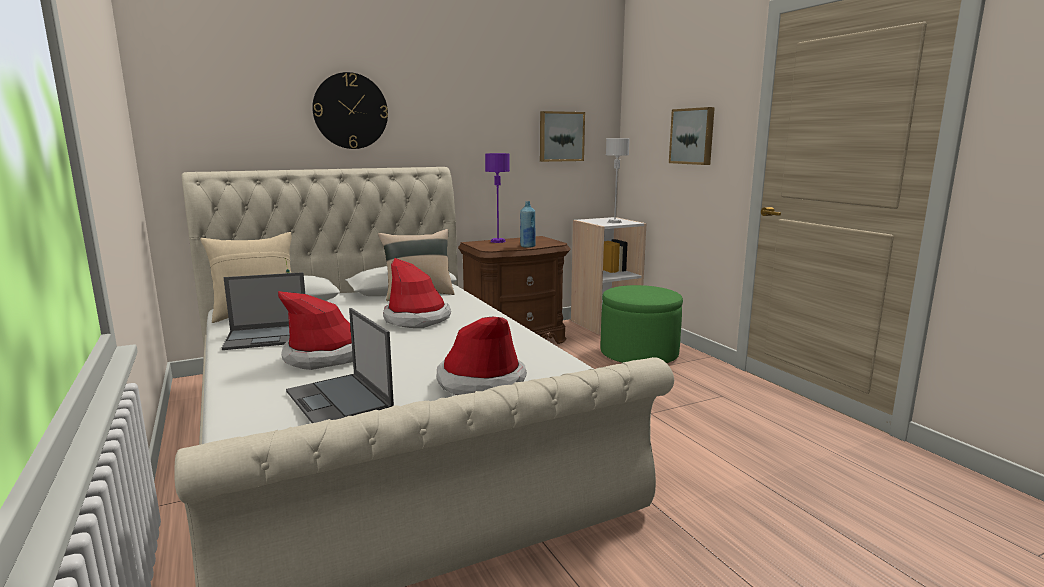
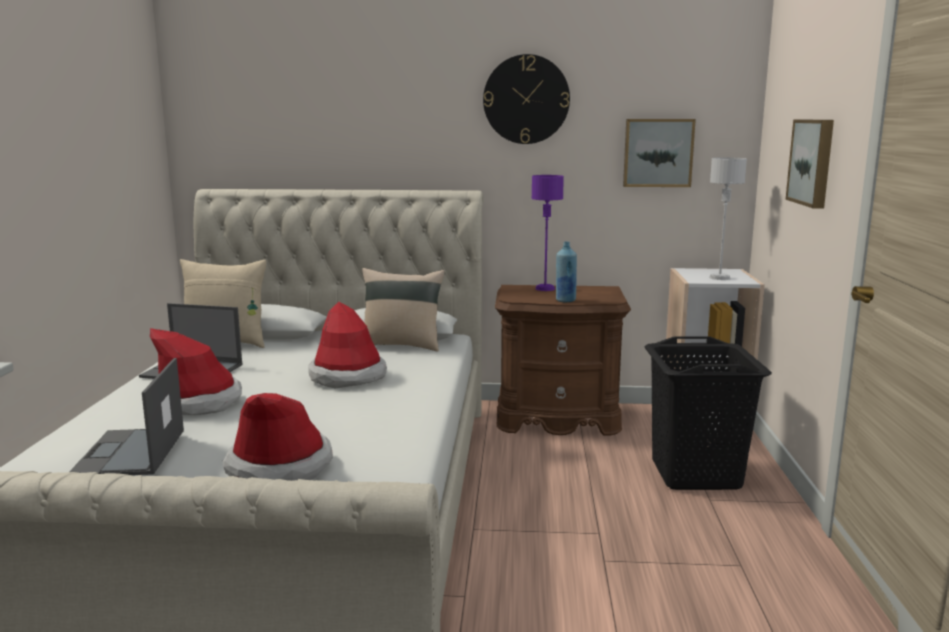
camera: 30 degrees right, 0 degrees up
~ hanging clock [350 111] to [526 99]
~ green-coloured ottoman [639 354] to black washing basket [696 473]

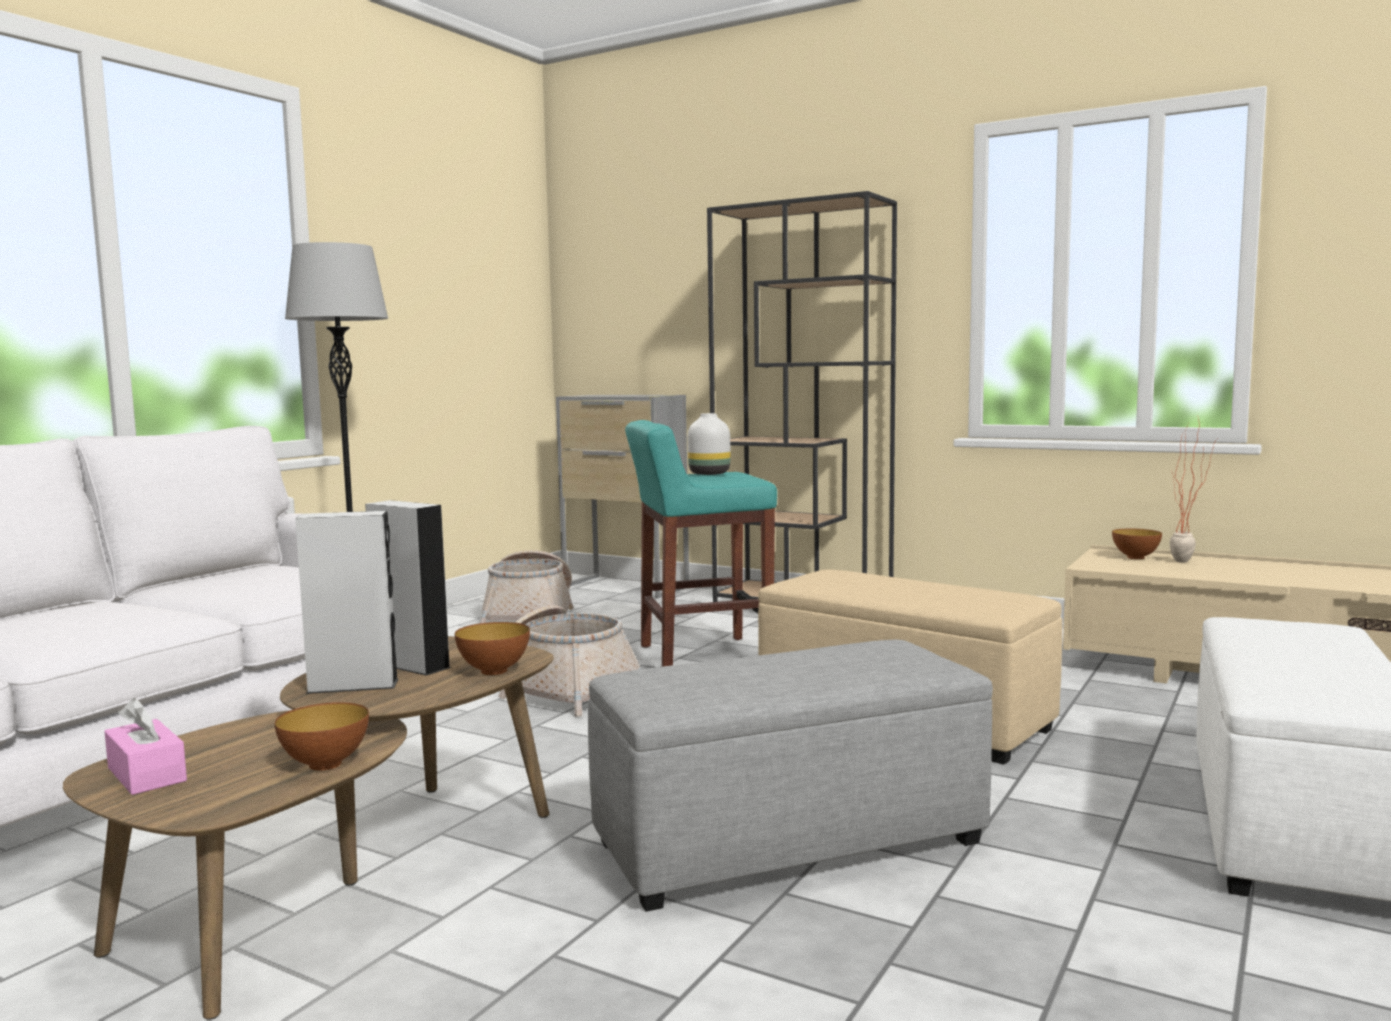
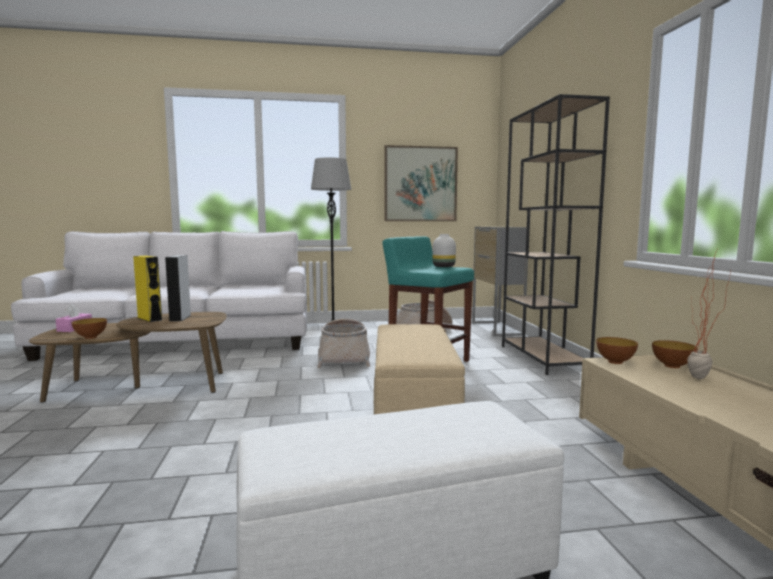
camera: 50 degrees right, 0 degrees up
~ greyish loudspeaker [353 685] to yellow-coloured loudspeaker [149 319]
~ bowl [494 671] to [615 362]
- greyish ottoman [791 842]
+ wall picture [420 184]

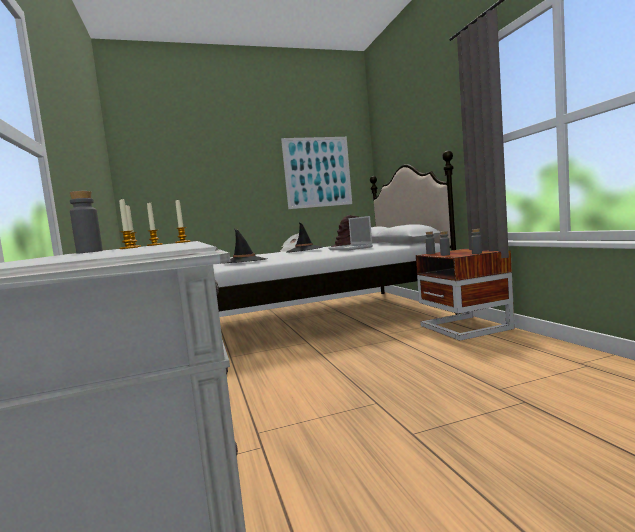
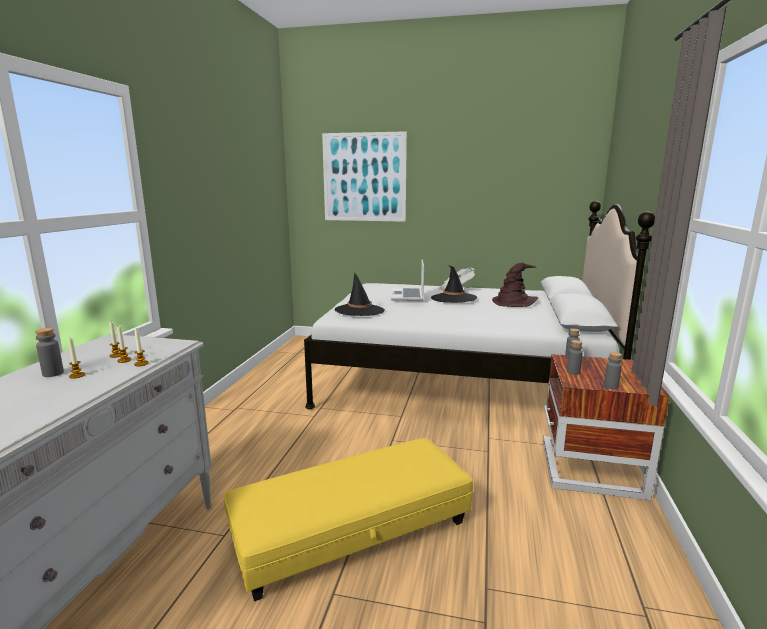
camera: 30 degrees right, 10 degrees up
~ wall picture [317 172] to [364 177]
~ laptop [351 248] to [408 296]
+ yellow-coloured ottoman [352 531]

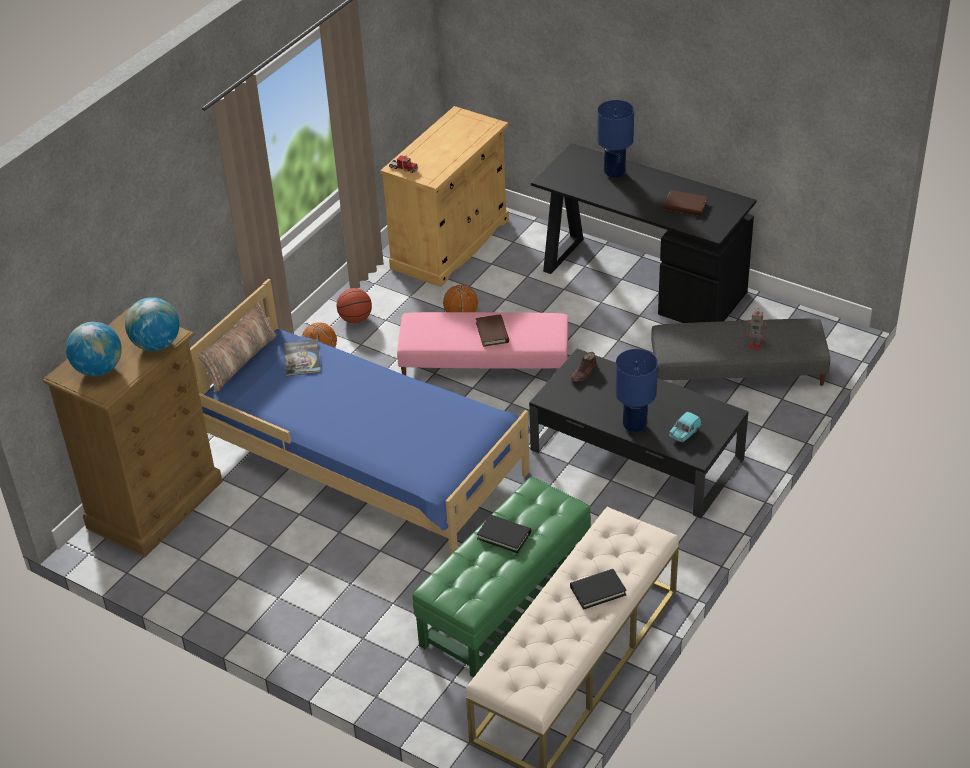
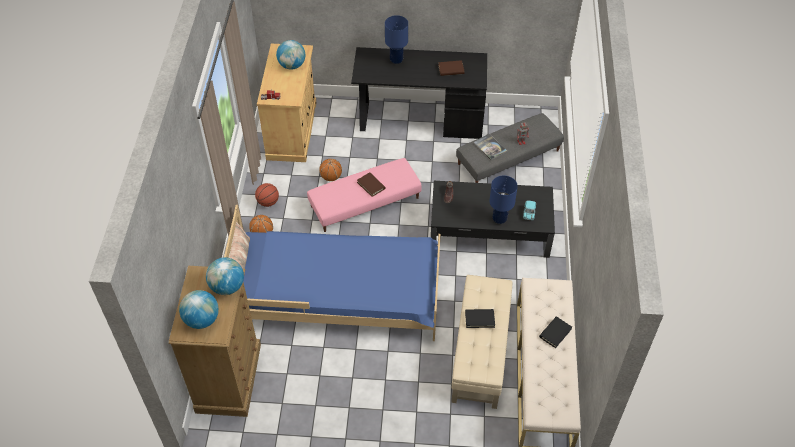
camera: 30 degrees left, 10 degrees up
~ book [302 358] to [490 147]
~ green-coloured ottoman [506 602] to beige-coloured ottoman [480 353]
+ desk globe [292 65]

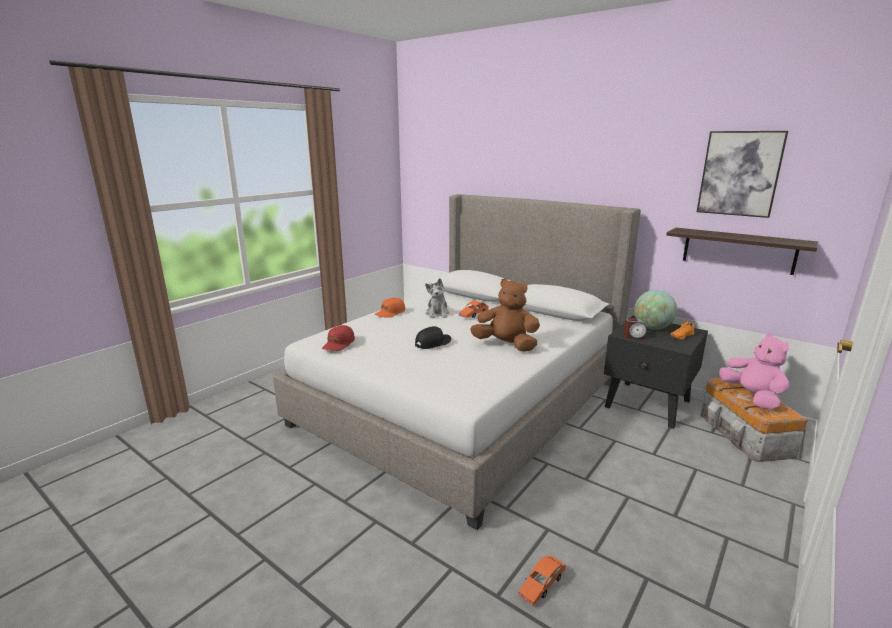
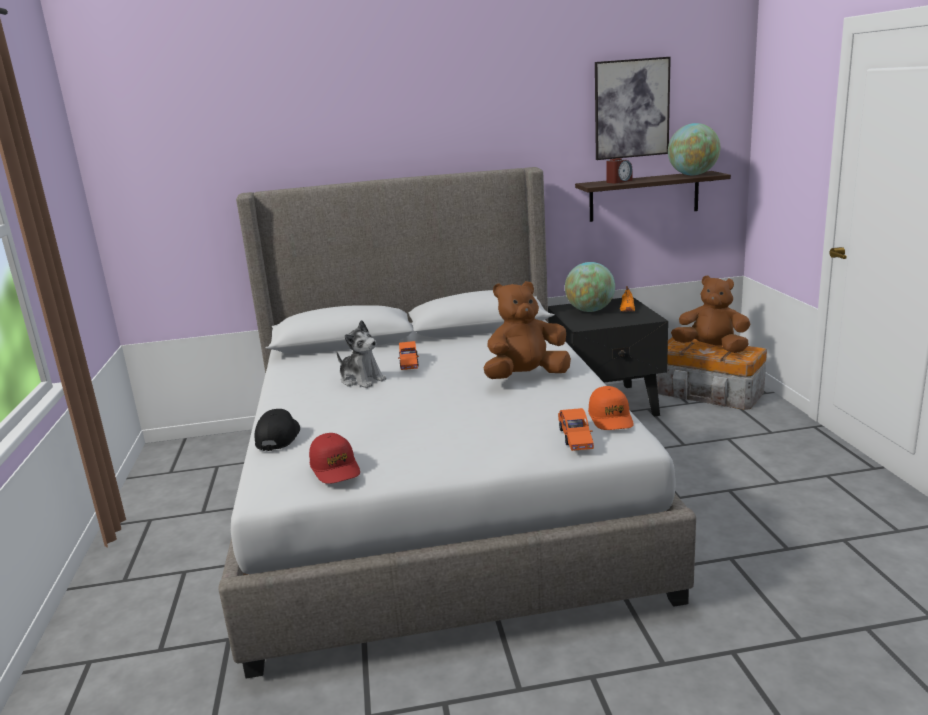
camera: 45 degrees left, 0 degrees up
~ orangey baseball cap [390 313] to [611 418]
~ alarm clock [634 336] to [619 181]
~ black baseball cap [433 343] to [278 437]
~ pink plush toy [752 397] to brownish plush toy [711 348]
~ orangey toy car [542 585] to [575 438]
+ desk globe [692 175]

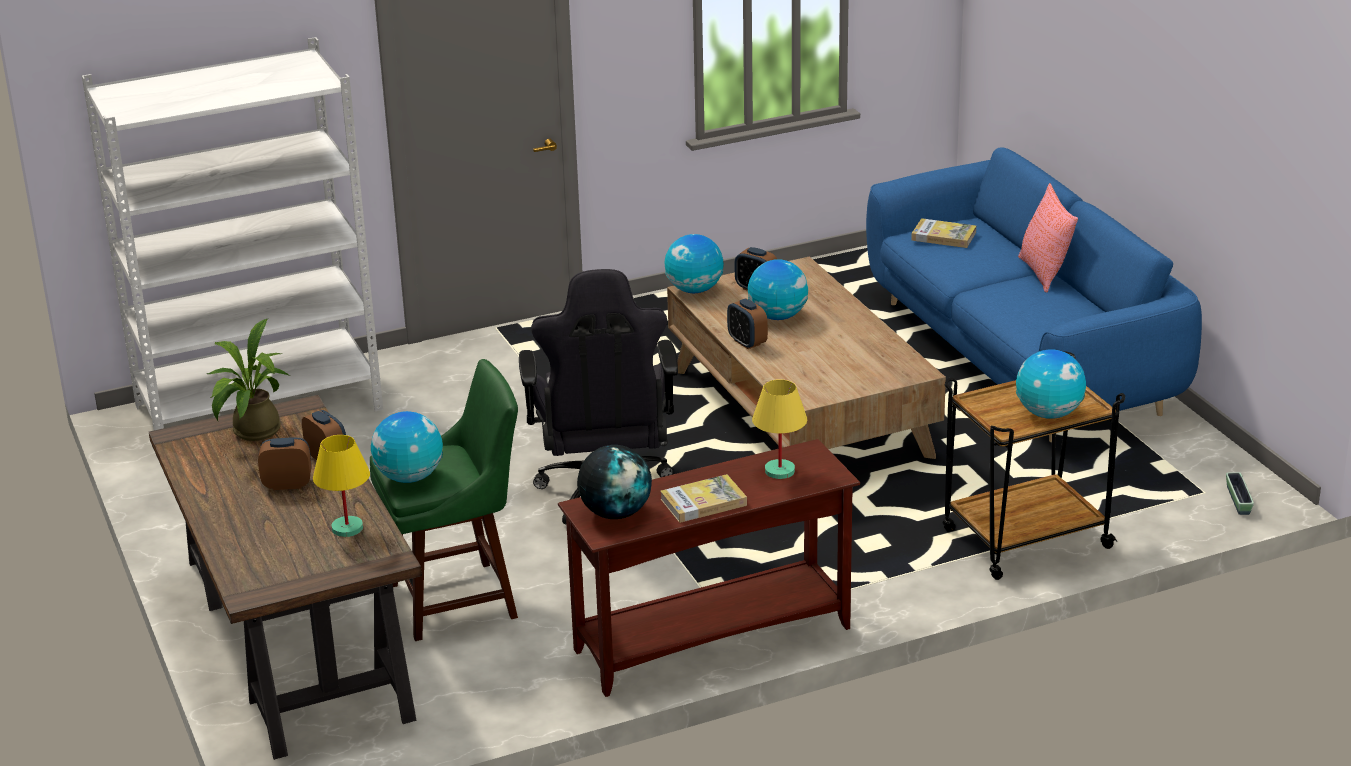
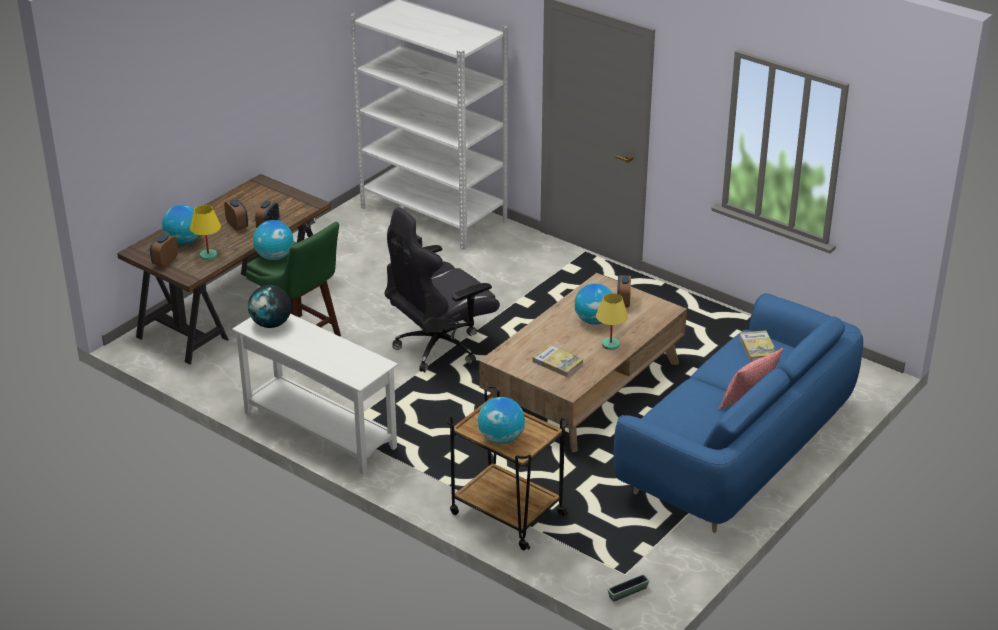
camera: 60 degrees right, 5 degrees up
~ desk globe [694 290] to [184 241]
~ alarm clock [747 342] to [165 262]
- plant in a pot [252 433]
~ yellow-coloured lamp for a table [779 471] to [610 345]
~ brownish console table [711 640] to white console table [319 430]
~ book [703 502] to [557 362]

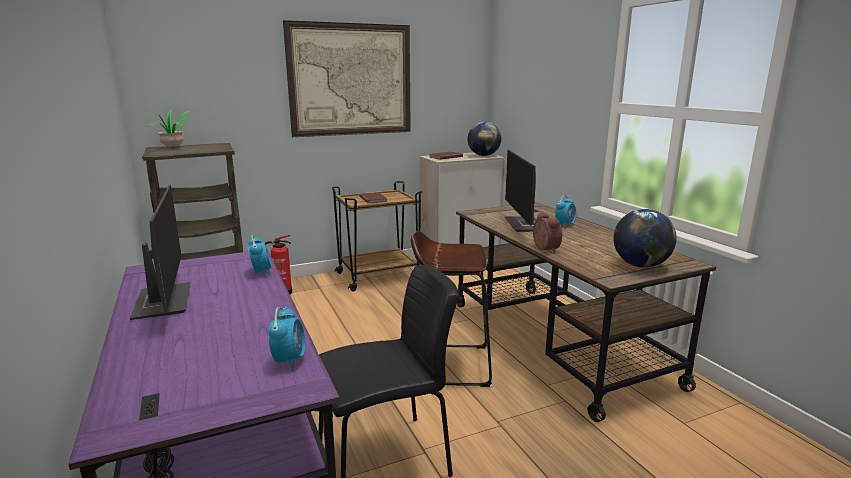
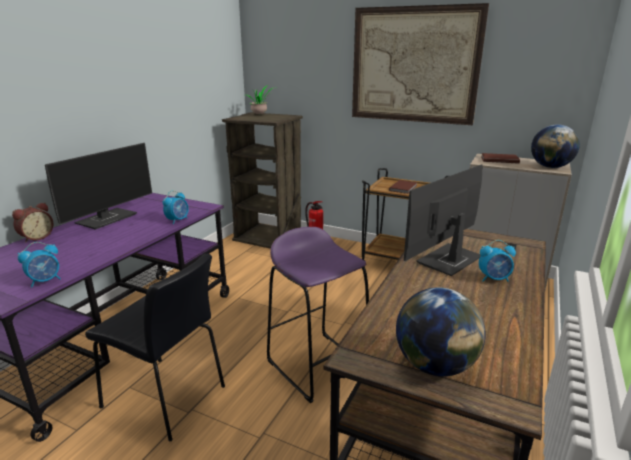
camera: 50 degrees right, 5 degrees up
~ alarm clock [544 249] to [36 237]
~ brownish stool seat [450 364] to purple stool seat [318 364]

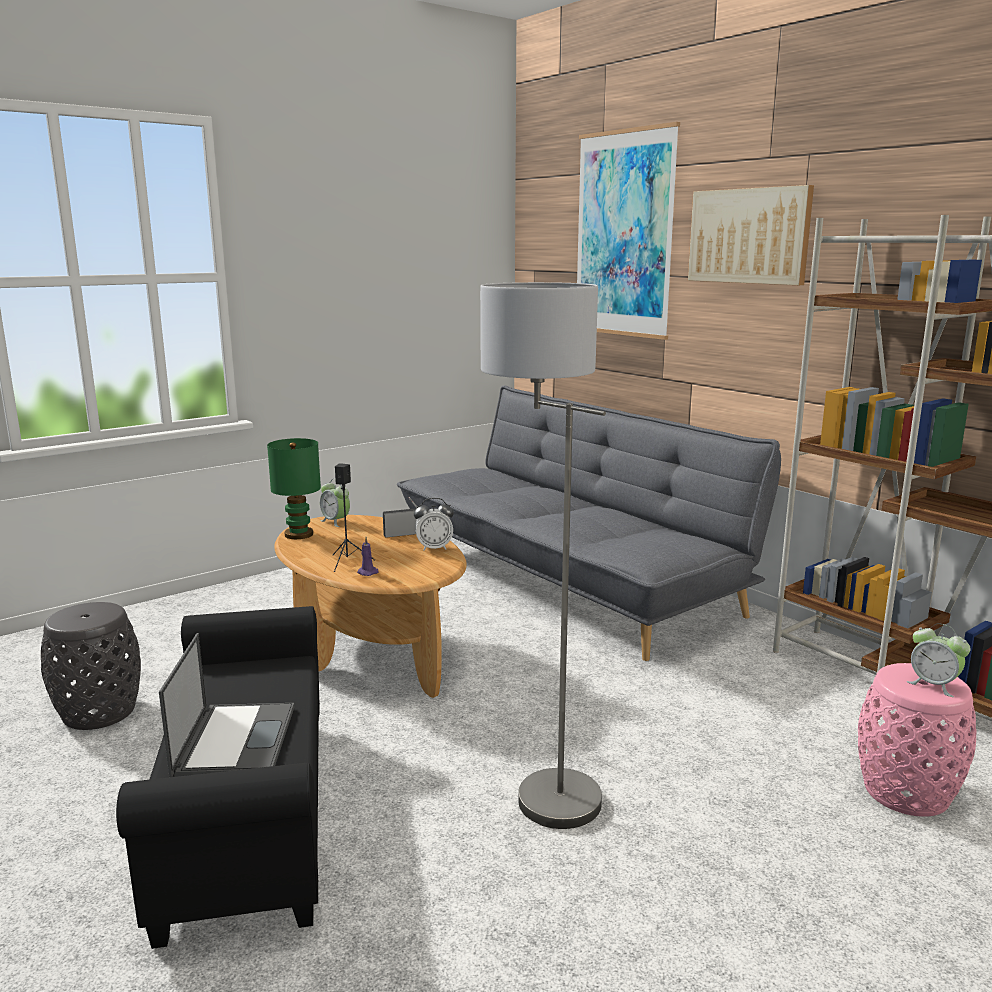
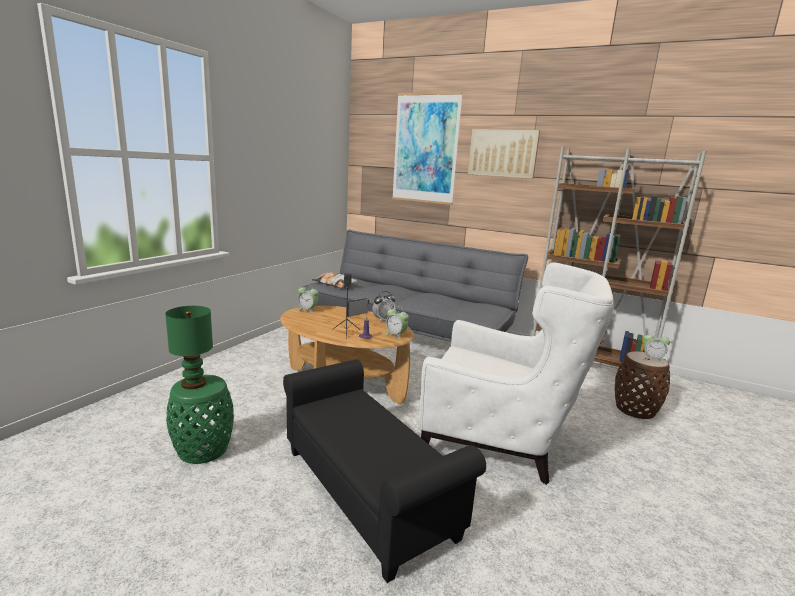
camera: 25 degrees left, 0 degrees up
~ greyish standing lamp [540 791] to white lounge chair [499 441]
~ green-coloured lamp for a table [298 534] to [193 383]
~ greyish stool seat [99 712] to green-coloured stool seat [203 450]
- laptop [235 739]
~ pink stool seat [906 792] to brownish stool seat [635 409]
+ pillow [334 284]
+ alarm clock [396 335]

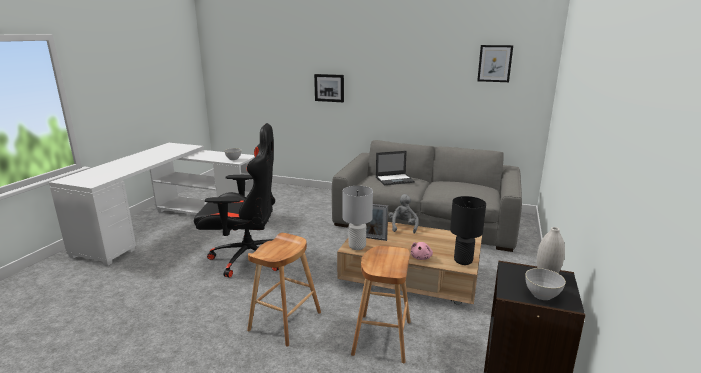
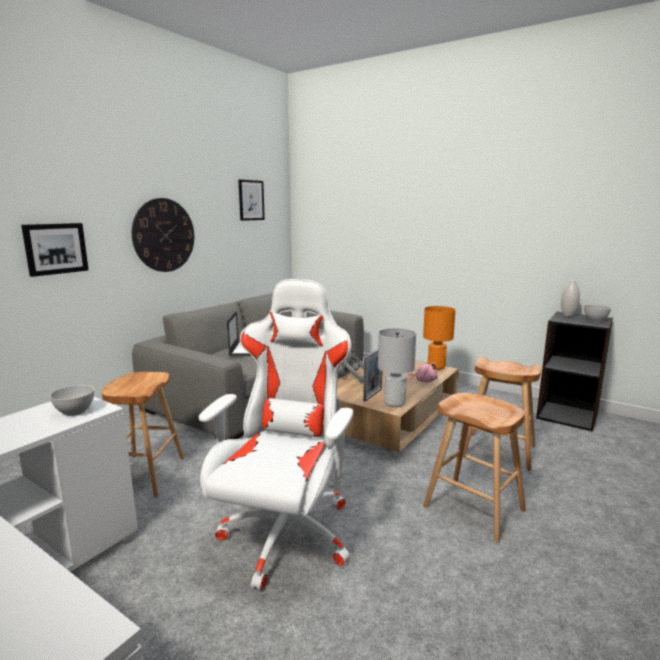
camera: 75 degrees left, 5 degrees down
~ black office chair [243 258] to white office chair [283 542]
~ black lamp for a table [462 262] to orangey lamp for a table [436 368]
+ hanging clock [164 235]
+ brownish stool seat [144 475]

